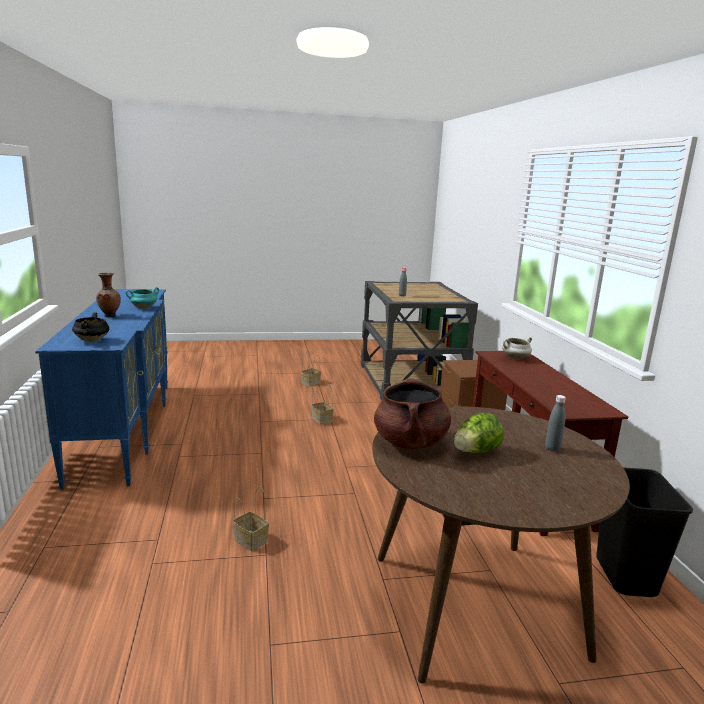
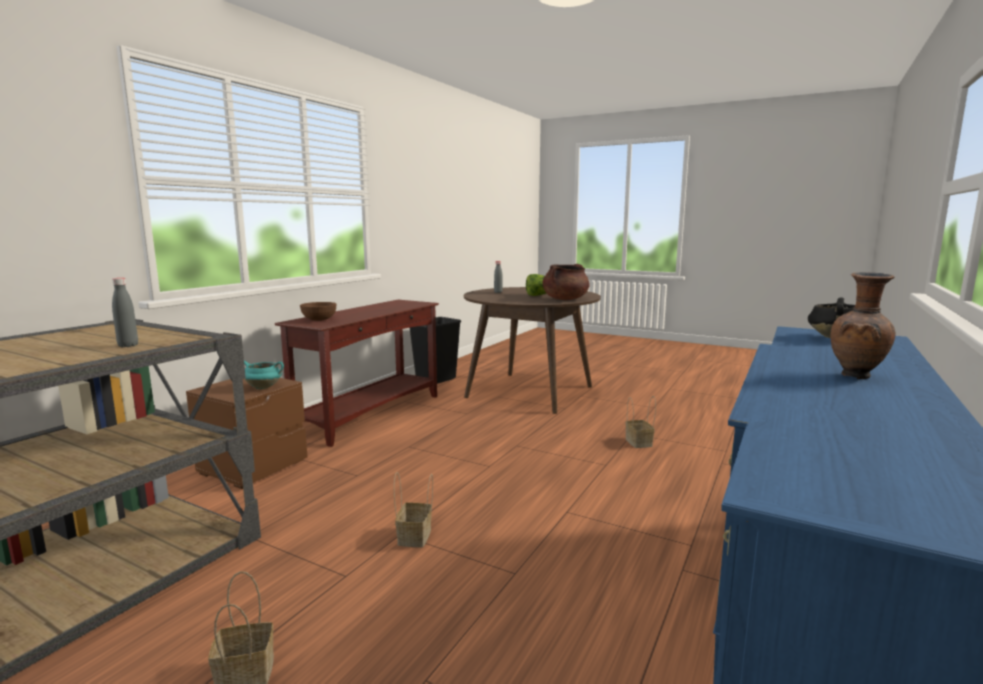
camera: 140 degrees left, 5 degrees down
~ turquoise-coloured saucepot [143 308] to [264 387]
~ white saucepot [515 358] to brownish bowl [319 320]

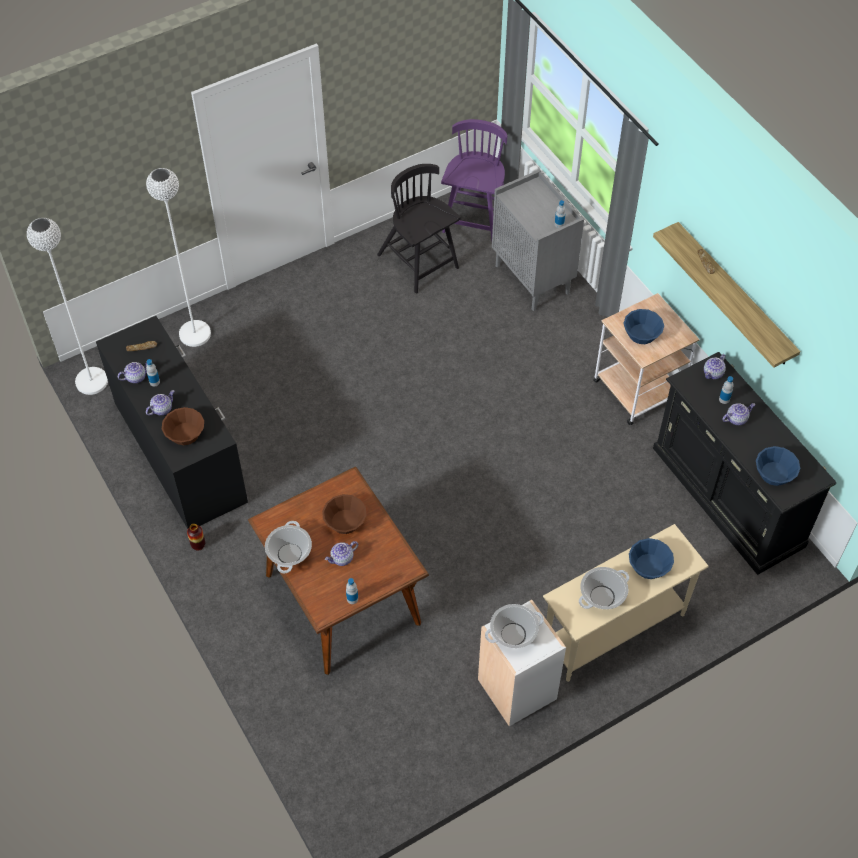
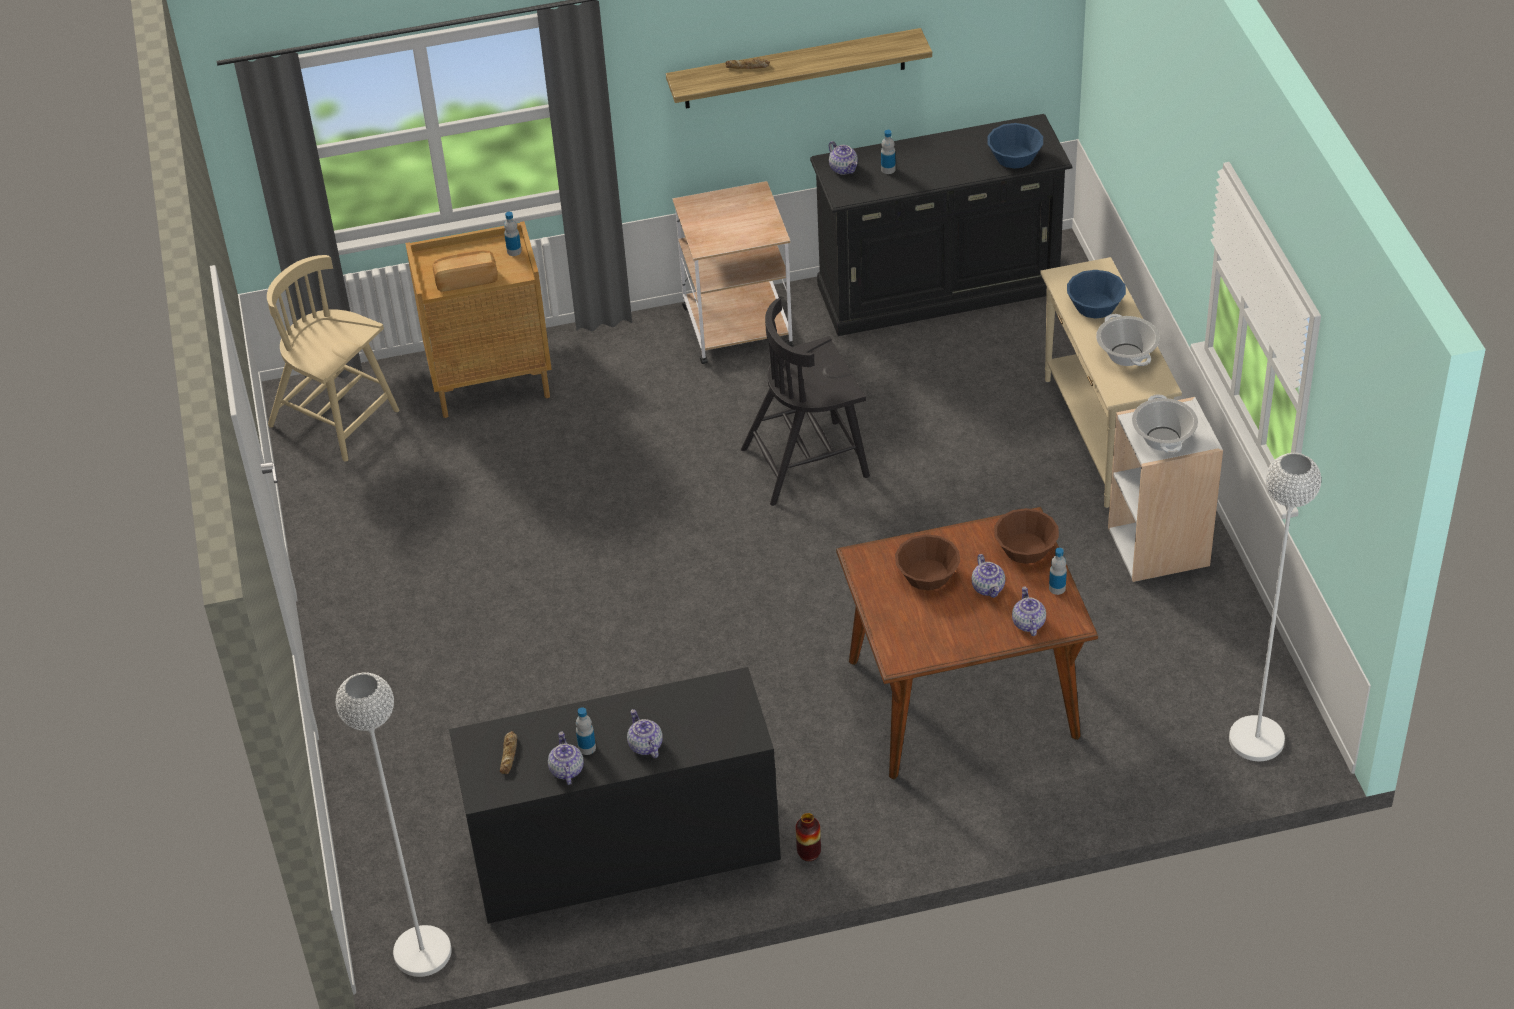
camera: 70 degrees left, 10 degrees down
~ purple plain chair [475 216] to beige-coloured plain chair [336 419]
~ black plain chair [419 262] to [808 461]
~ white standing lamp [194 334] to [1256 740]
~ greyish cabinet [532 279] to brownish cabinet [492 385]
- bluish bowl [642 333]
~ pot for tea [736 418] to [1028 623]
~ brownish bowl [185 433] to [1025 548]
- saucepot [290 554]
+ baked bread [466 280]

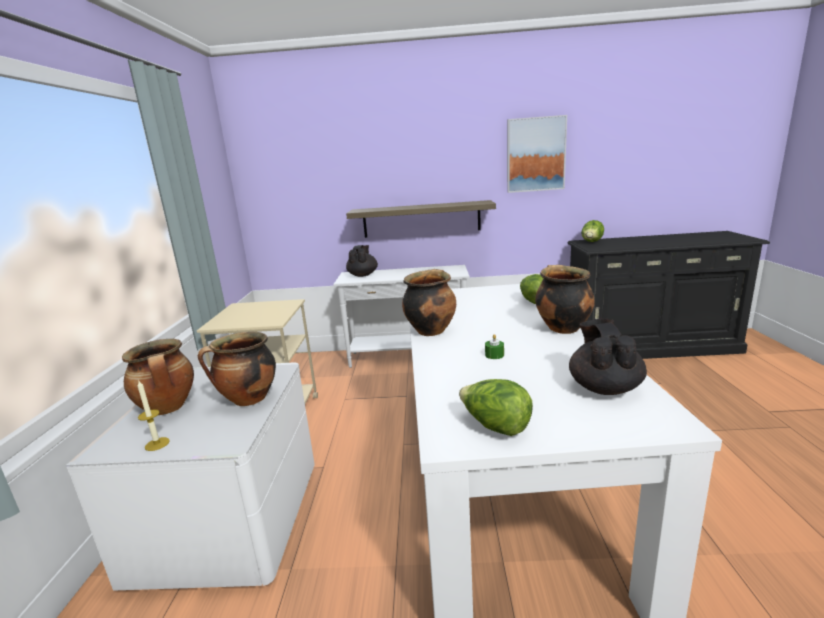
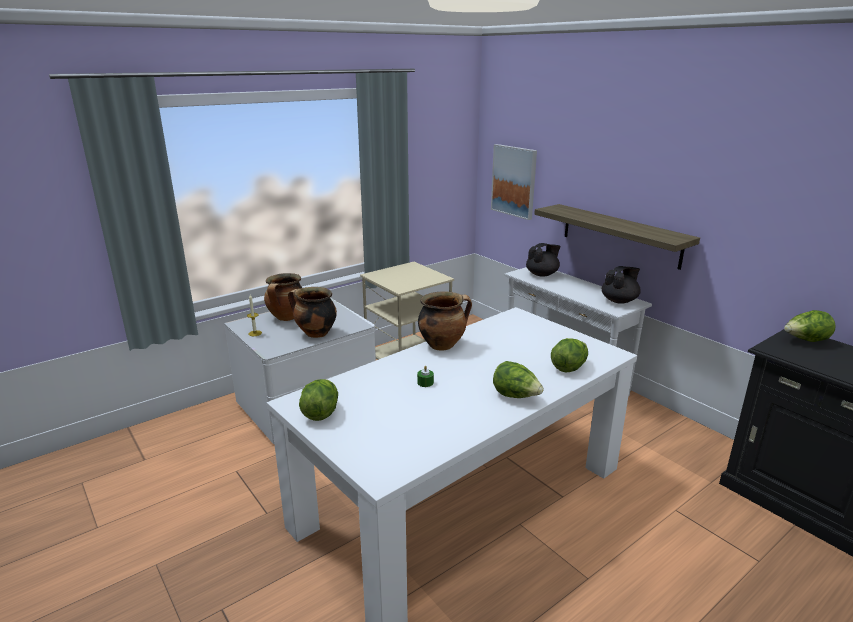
camera: 50 degrees right, 5 degrees up
~ wall picture [535 154] to [514 181]
~ saucepot [561 328] to lettuce [515 396]
~ black pot for tea [604 387] to [619 301]

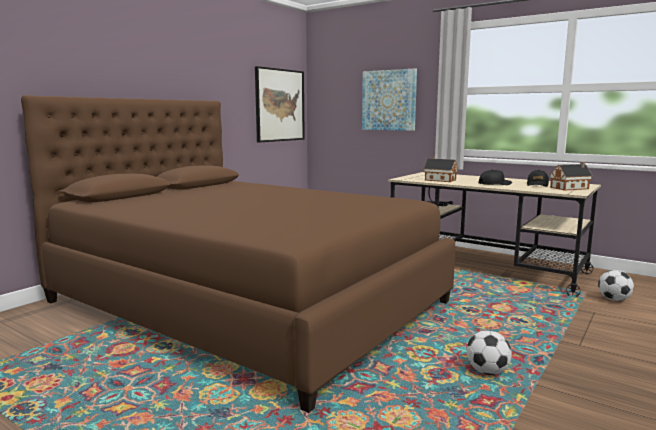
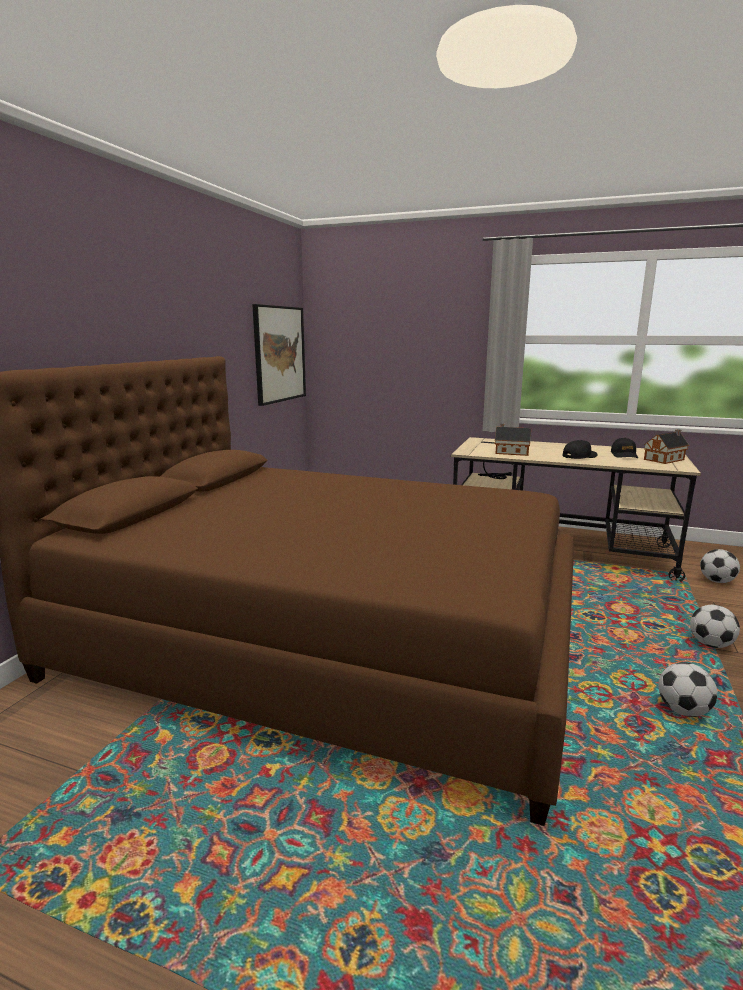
camera: 15 degrees left, 5 degrees up
- wall picture [389 100]
+ ball for football [710 644]

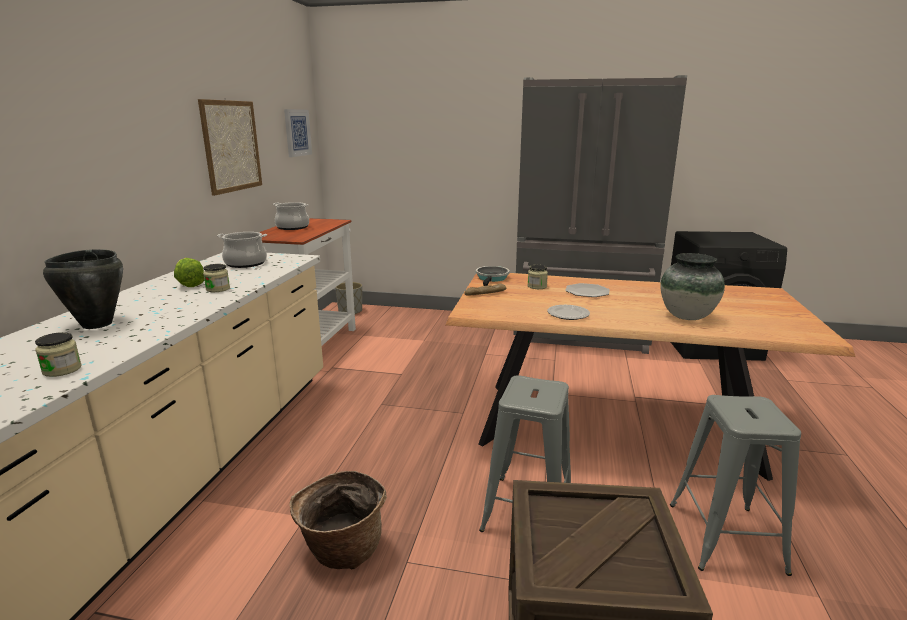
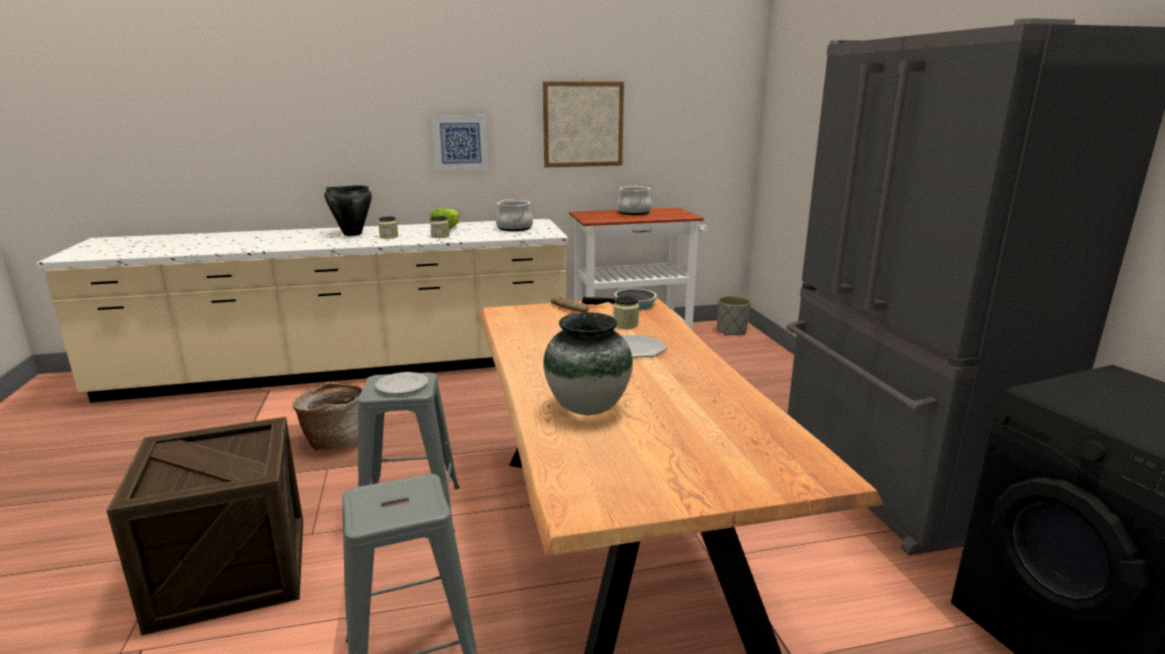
camera: 65 degrees right, 0 degrees up
~ wall picture [297 132] to [460 142]
~ flat dish [568 314] to [401 386]
~ storage jar [62 370] to [389 236]

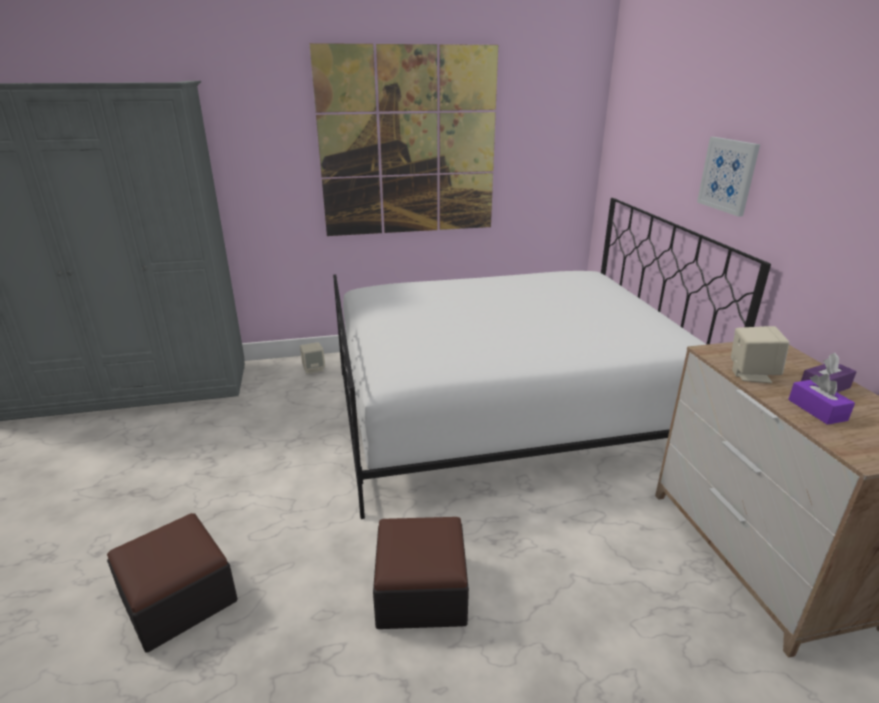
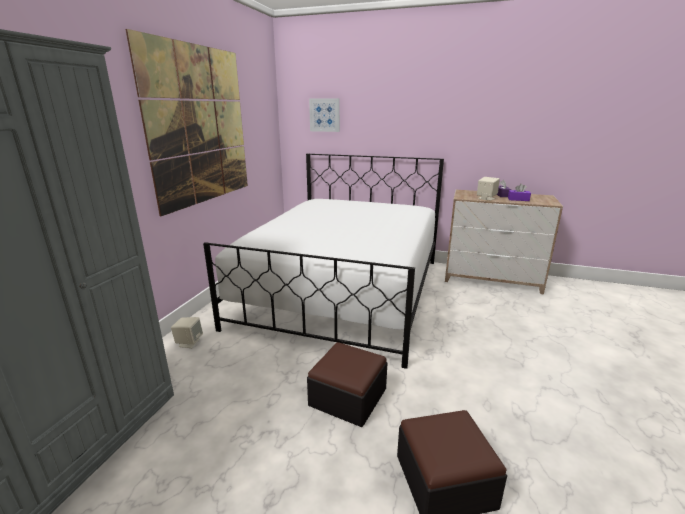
camera: 60 degrees left, 5 degrees down
~ wall picture [728 175] to [324 115]
~ ottoman [421 591] to [348 397]

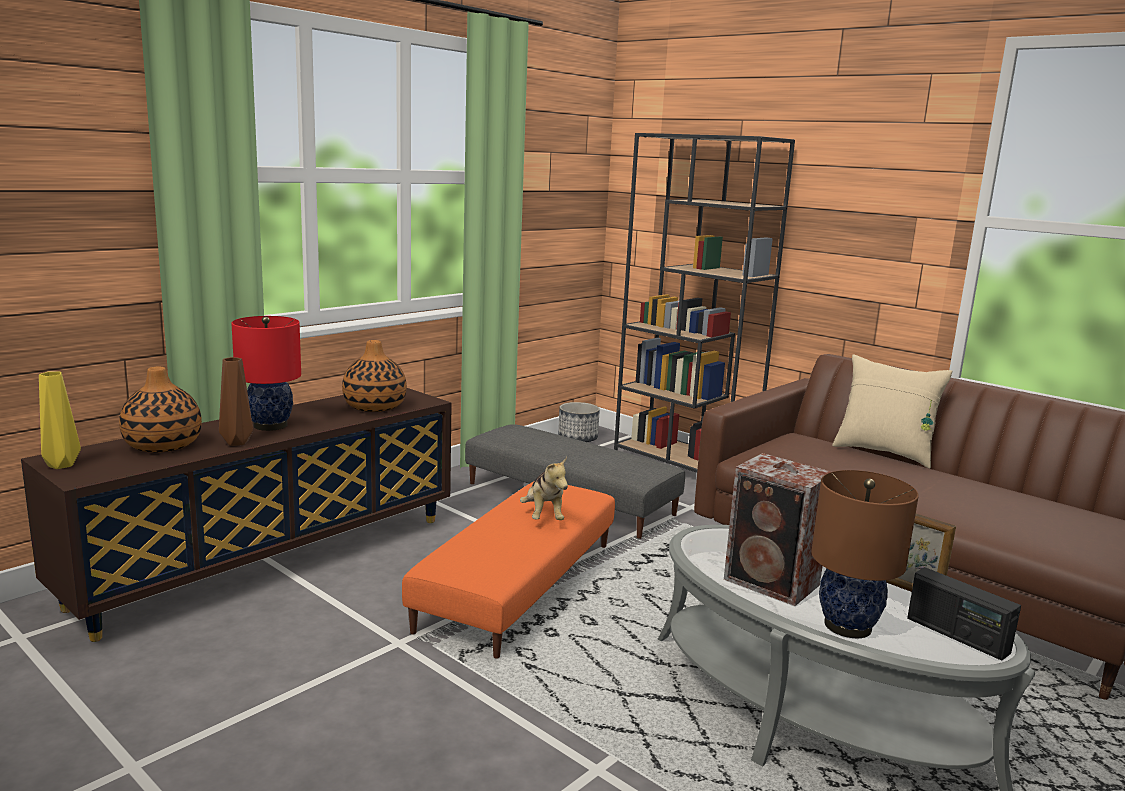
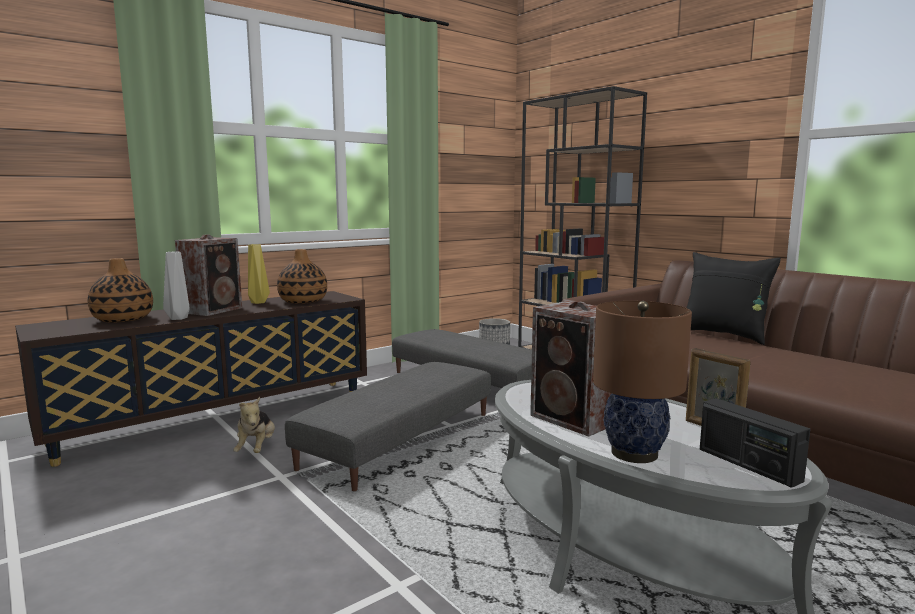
camera: 10 degrees right, 5 degrees down
~ reddish lamp for a table [270 425] to loudspeaker [214 310]
~ beige-coloured pillow [883 454] to black pillow [723 335]
~ brownish decorative vase [238 442] to greyish decorative vase [179 318]
~ yellow-coloured decorative vase [62 465] to [258 302]
~ plush toy [543 516] to [256 449]
~ orangey ottoman [518 584] to greyish ottoman [400 439]

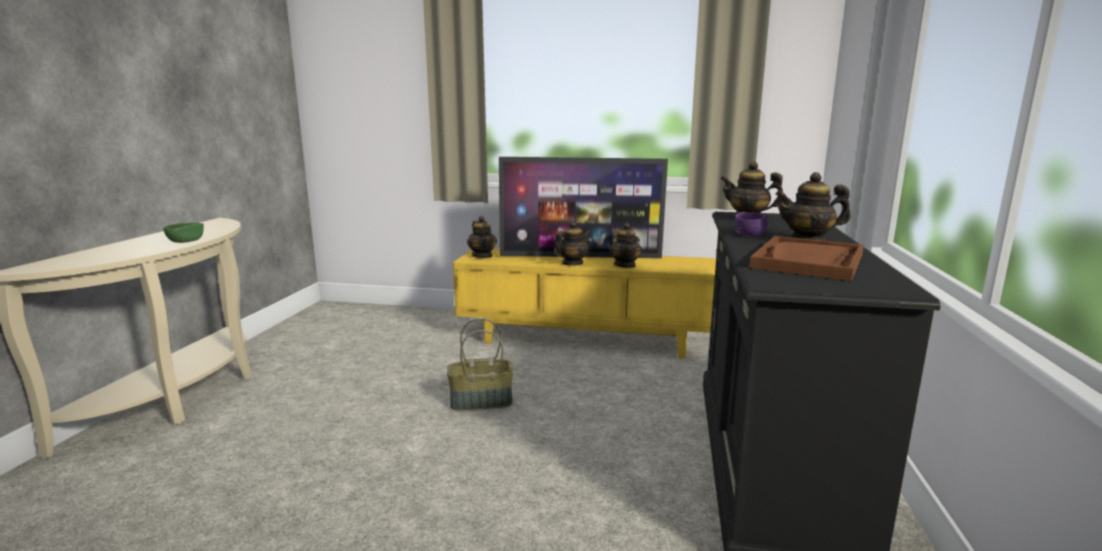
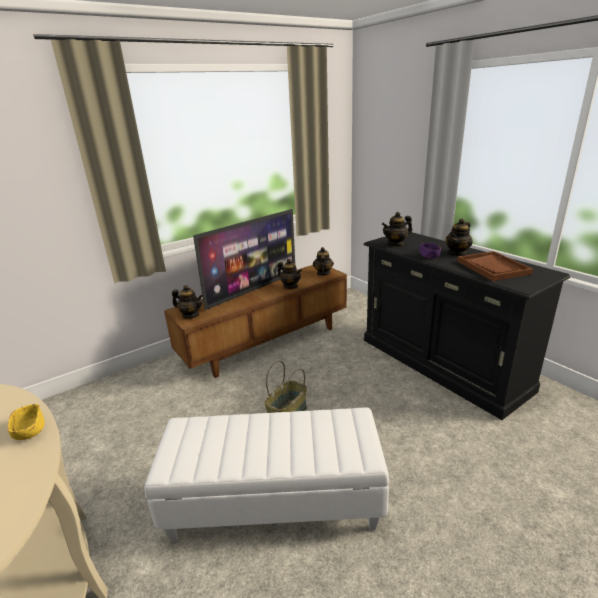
camera: 45 degrees left, 10 degrees up
~ pot for tea [572 263] to [323 273]
~ green-coloured bowl [186 241] to yellow-coloured bowl [30 431]
~ yellow-coloured media console [587 338] to brownish media console [266 341]
+ white ottoman [274 505]

